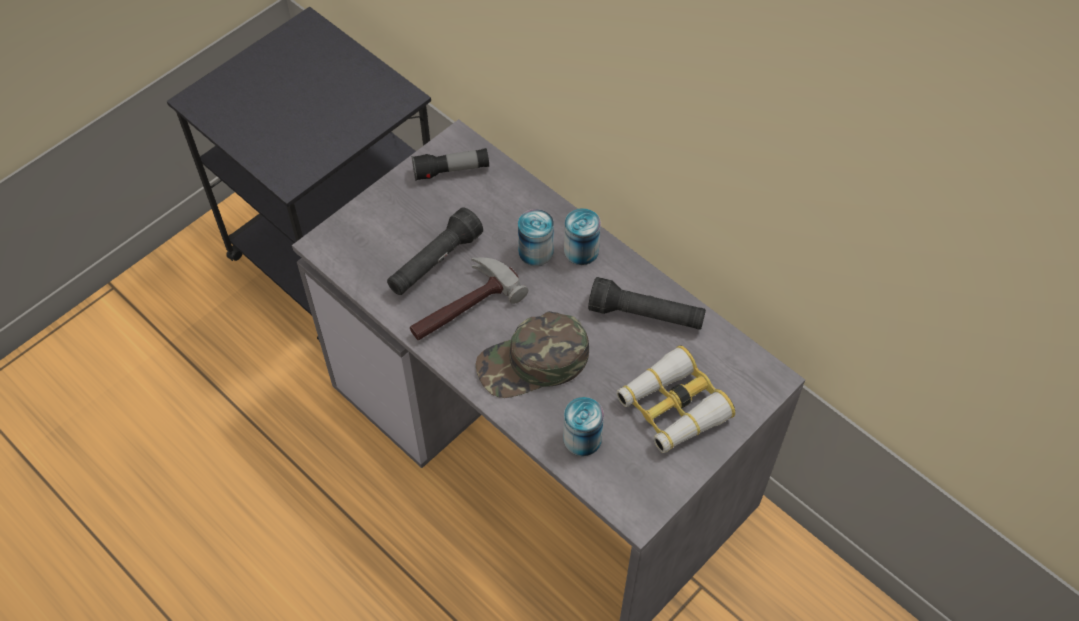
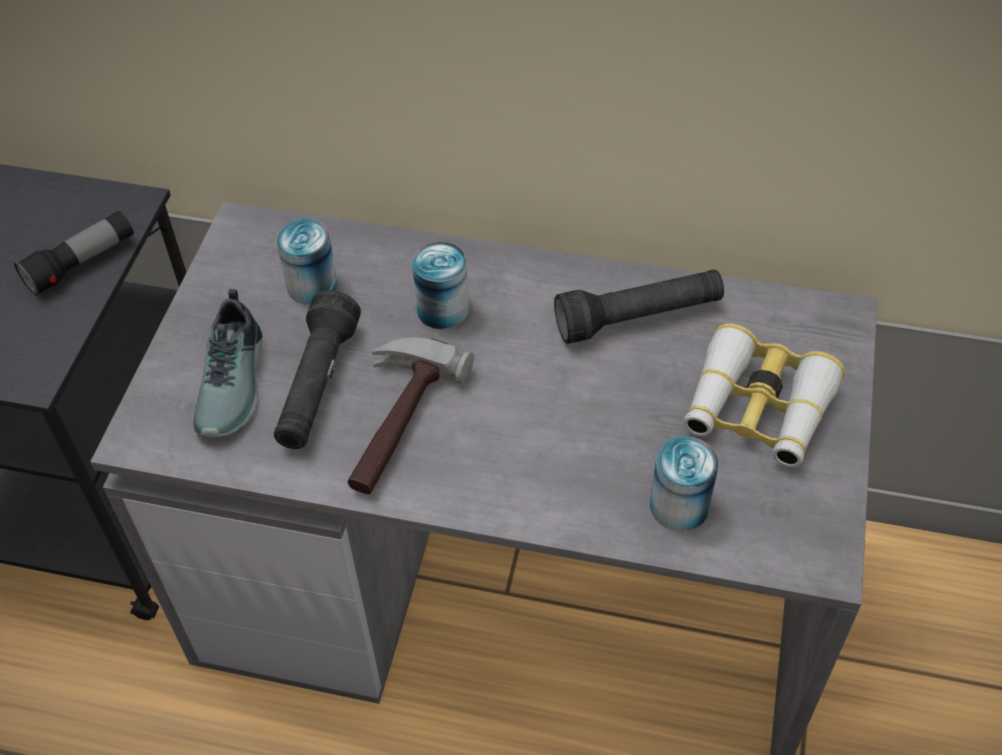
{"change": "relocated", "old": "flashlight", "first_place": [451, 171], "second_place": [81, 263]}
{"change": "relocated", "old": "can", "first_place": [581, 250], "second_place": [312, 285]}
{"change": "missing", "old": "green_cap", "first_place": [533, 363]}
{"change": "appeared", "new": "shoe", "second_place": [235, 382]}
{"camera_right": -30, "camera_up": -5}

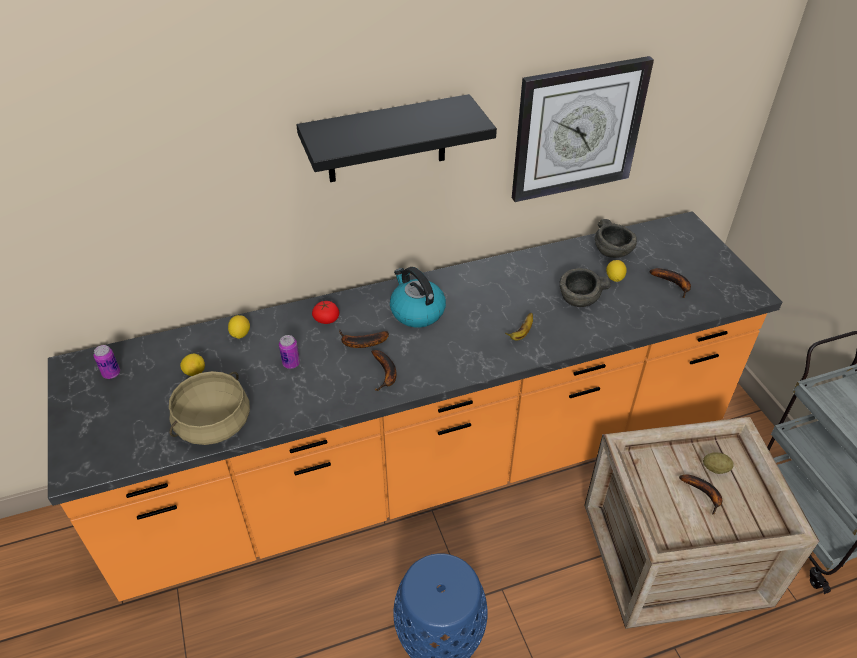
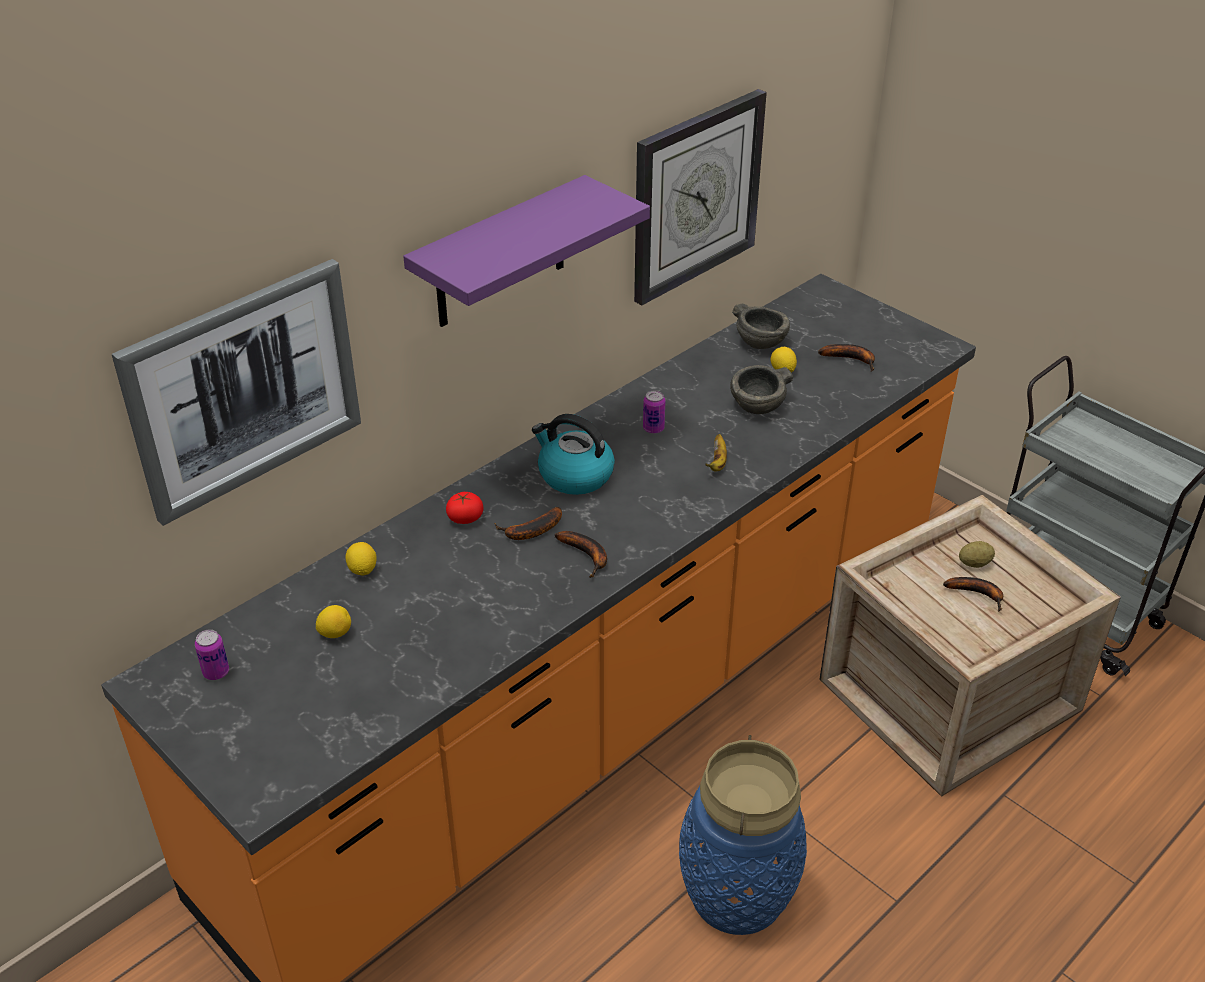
{"change": "colour", "old": "black_shelf", "new": "purple_shelf", "first_place": [386, 140], "second_place": [500, 254]}
{"change": "relocated", "old": "can", "first_place": [291, 363], "second_place": [653, 428]}
{"change": "relocated", "old": "beige_cooking_pot", "first_place": [213, 423], "second_place": [747, 807]}
{"change": "appeared", "new": "picture", "second_place": [244, 389]}
{"camera_right": -25, "camera_up": -5}

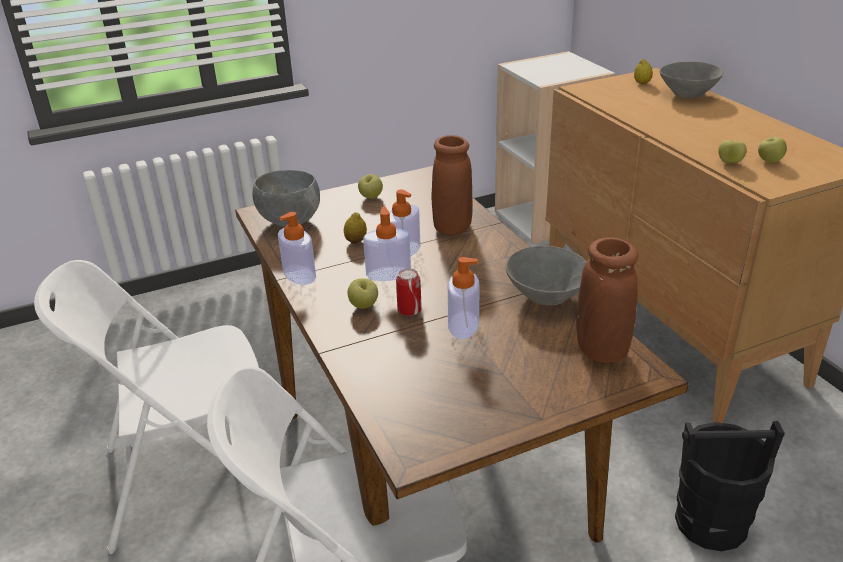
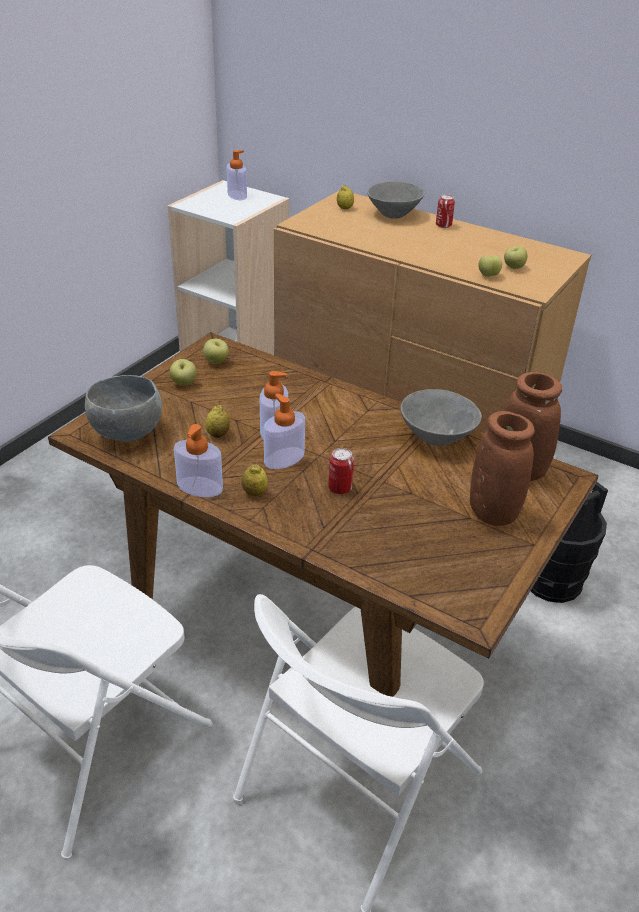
{"change": "relocated", "old": "brown_vase", "first_place": [452, 228], "second_place": [493, 512]}
{"change": "relocated", "old": "soap_dispenser", "first_place": [463, 325], "second_place": [237, 195]}
{"change": "relocated", "old": "apple", "first_place": [363, 306], "second_place": [216, 362]}
{"change": "appeared", "new": "can", "second_place": [443, 225]}
{"change": "appeared", "new": "lemon", "second_place": [254, 492]}
{"camera_right": -35, "camera_up": 5}

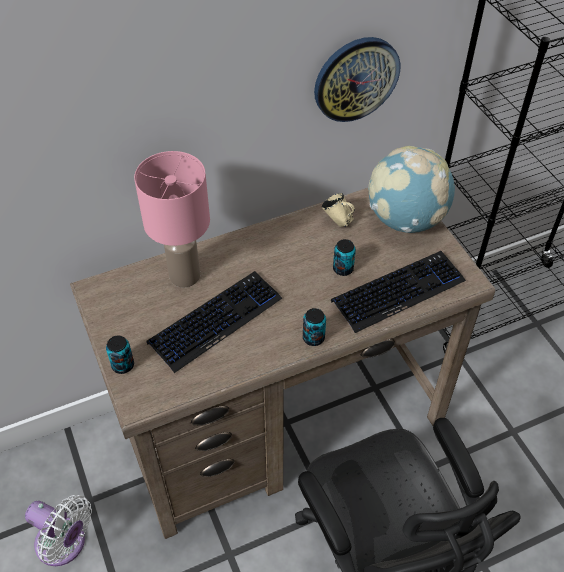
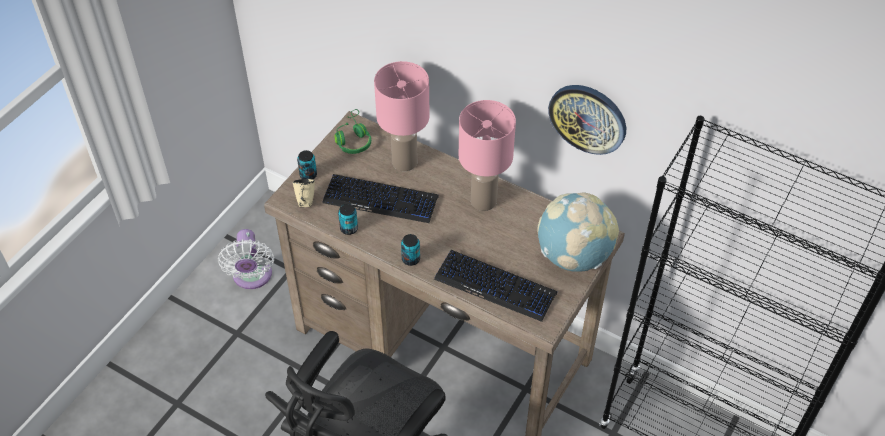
{"change": "relocated", "old": "beige_mug", "first_place": [337, 222], "second_place": [305, 201]}
{"change": "relocated", "old": "can", "first_place": [343, 269], "second_place": [349, 228]}
{"change": "appeared", "new": "pink_table_lamp", "second_place": [484, 201]}
{"change": "appeared", "new": "green_headphones", "second_place": [353, 139]}
{"camera_right": 55, "camera_up": 0}

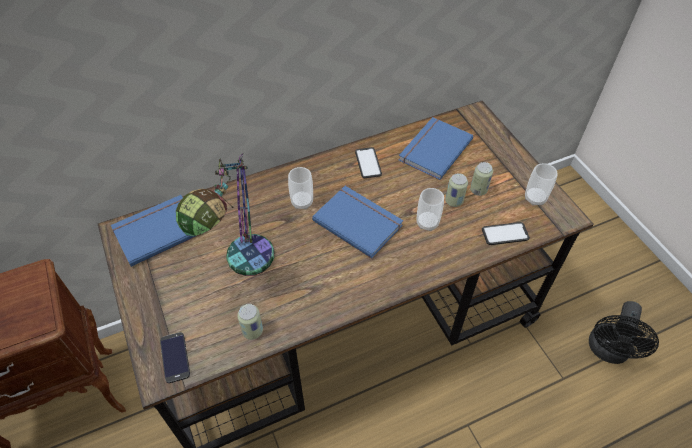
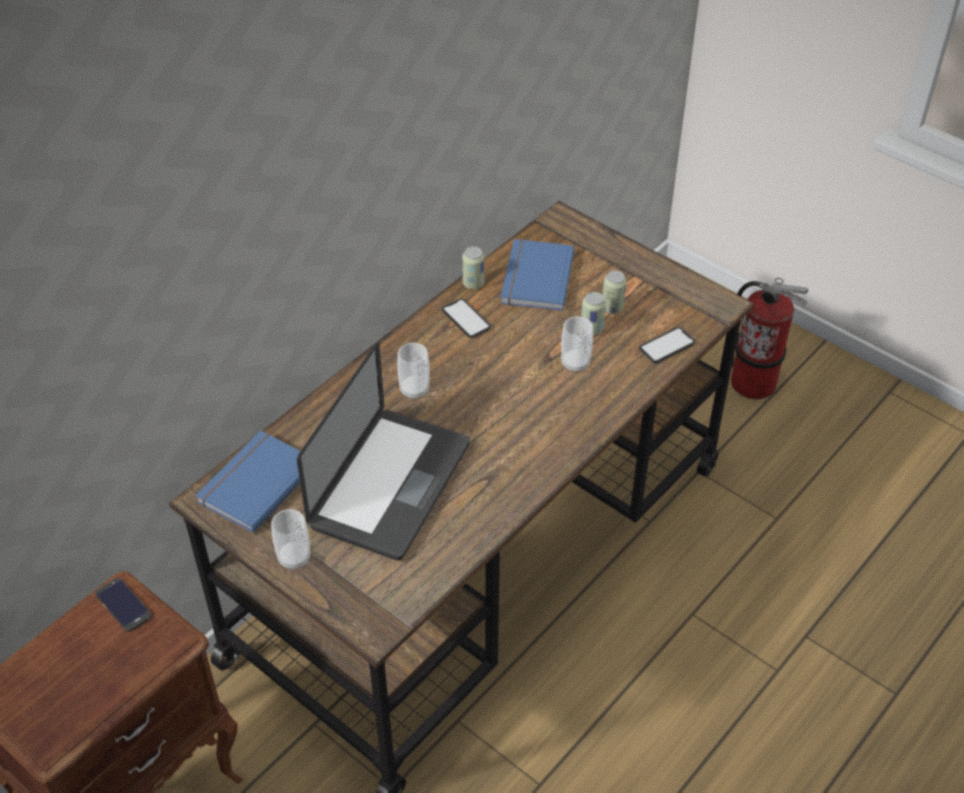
{"change": "exchanged", "old": "table_lamp", "new": "laptop", "first_place": [242, 267], "second_place": [390, 485]}
{"change": "relocated", "old": "cup", "first_place": [535, 198], "second_place": [294, 558]}
{"change": "missing", "old": "blue_book", "first_place": [358, 221]}
{"change": "missing", "old": "black_fan", "first_place": [608, 351]}
{"change": "relocated", "old": "can", "first_place": [252, 331], "second_place": [473, 283]}
{"change": "relocated", "old": "phone", "first_place": [175, 357], "second_place": [123, 605]}
{"change": "appeared", "new": "fire_extinguisher", "second_place": [752, 382]}
{"camera_right": -25, "camera_up": -5}

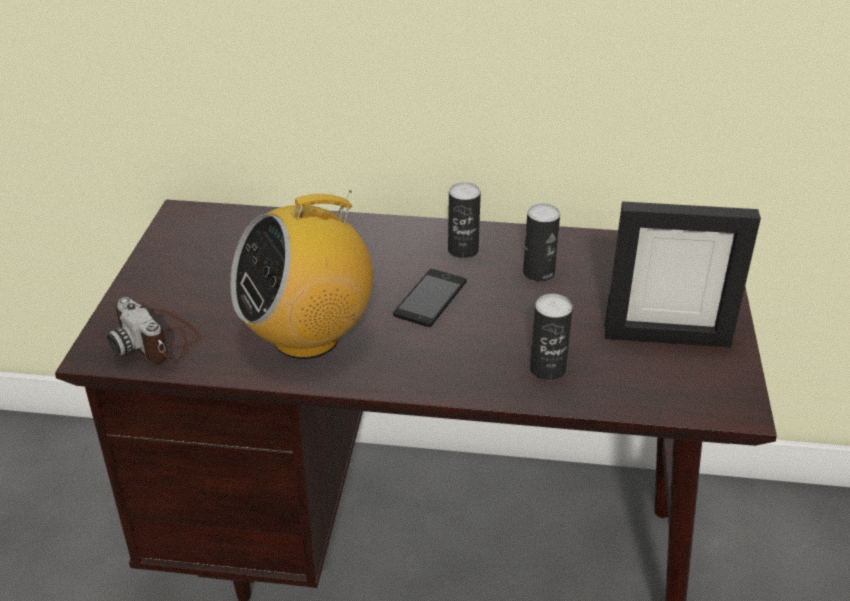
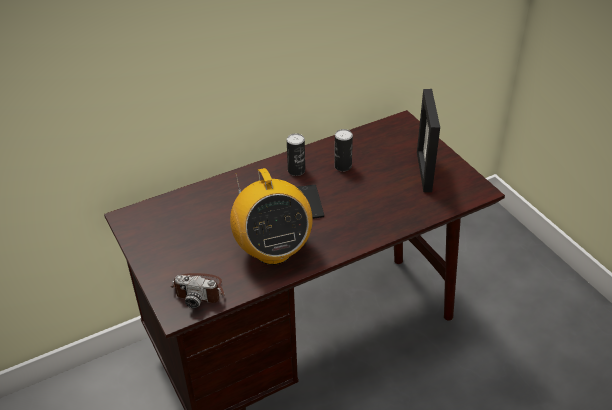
{"change": "spun", "old": "radio", "first_place": [307, 337], "second_place": [273, 250], "degrees": -45}
{"change": "spun", "old": "picture_frame", "first_place": [666, 336], "second_place": [425, 171], "degrees": 120}
{"change": "missing", "old": "can", "first_place": [547, 369]}
{"camera_right": -35, "camera_up": 5}

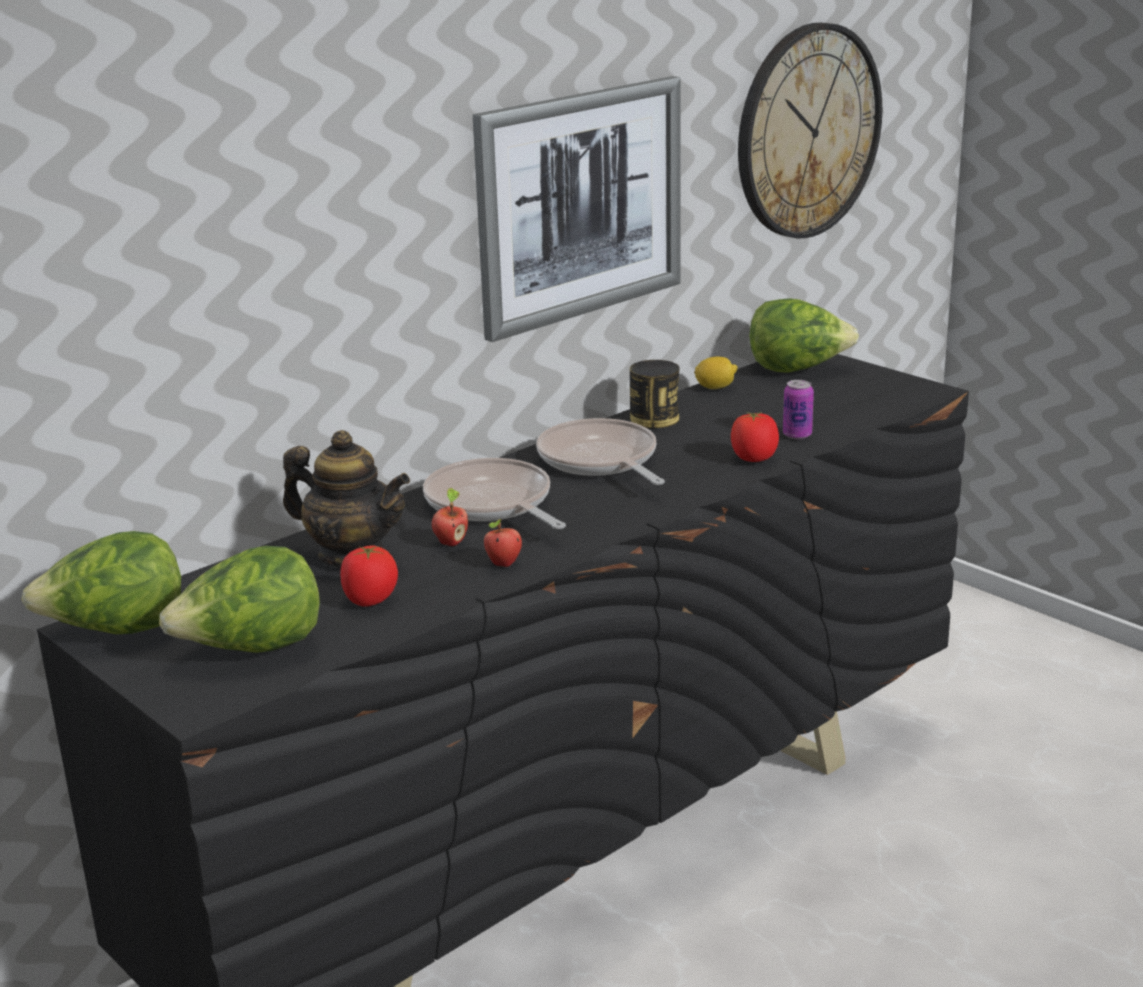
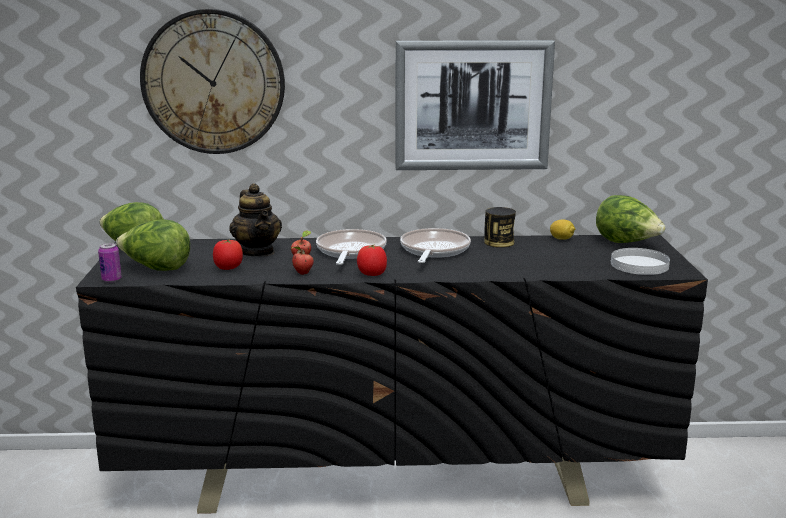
{"change": "relocated", "old": "wall_clock", "first_place": [808, 131], "second_place": [213, 82]}
{"change": "relocated", "old": "can", "first_place": [797, 435], "second_place": [111, 279]}
{"change": "relocated", "old": "tomato", "first_place": [754, 458], "second_place": [372, 274]}
{"change": "appeared", "new": "white_plate", "second_place": [640, 265]}
{"camera_right": 40, "camera_up": -5}

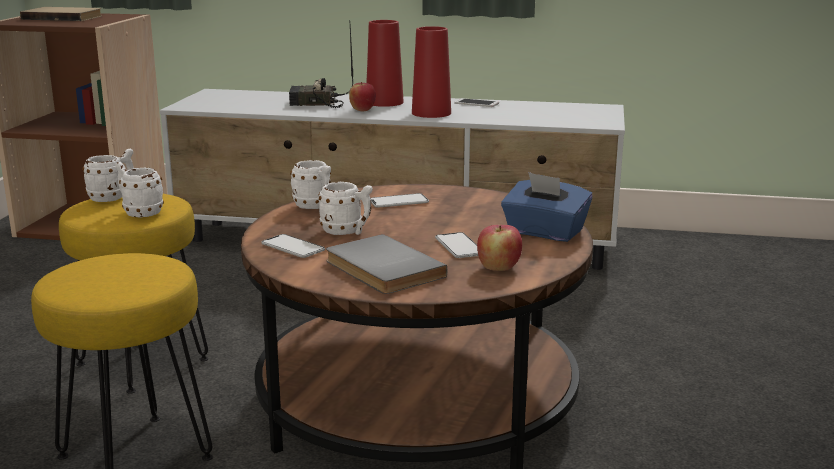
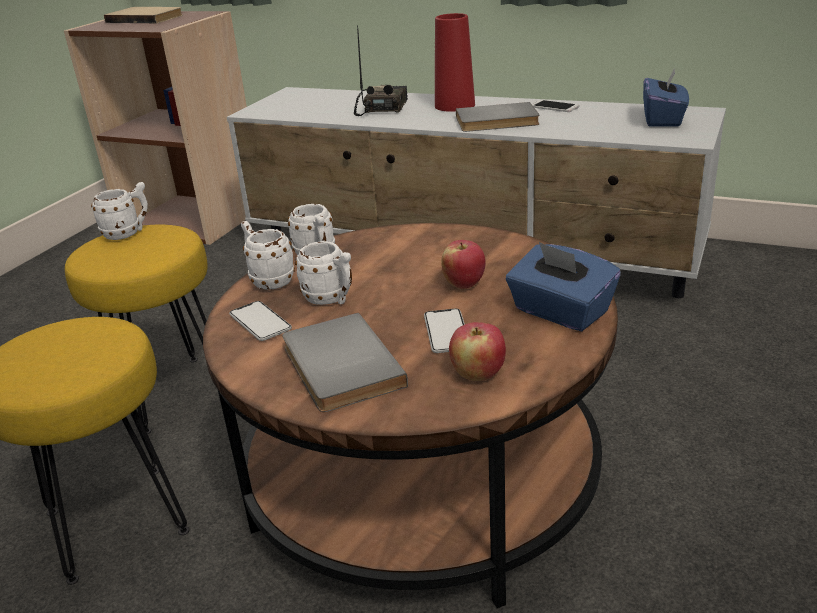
{"change": "spun", "old": "radio", "first_place": [314, 104], "second_place": [381, 108], "degrees": 90}
{"change": "exchanged", "old": "red_vase", "new": "grey_book", "first_place": [431, 113], "second_place": [497, 121]}
{"change": "relocated", "old": "apple", "first_place": [362, 110], "second_place": [463, 284]}
{"change": "relocated", "old": "white_mug", "first_place": [139, 212], "second_place": [268, 280]}
{"change": "missing", "old": "phone", "first_place": [398, 202]}
{"change": "appeared", "new": "blue_tissue_box", "second_place": [663, 119]}
{"camera_right": 15, "camera_up": 10}

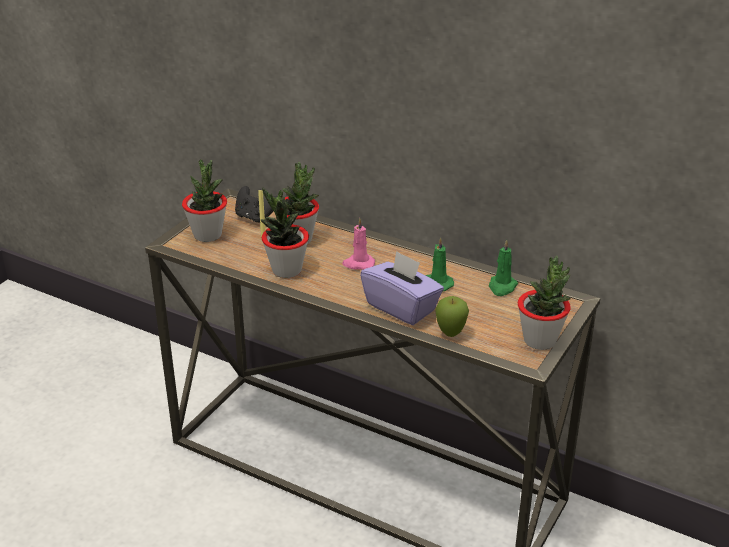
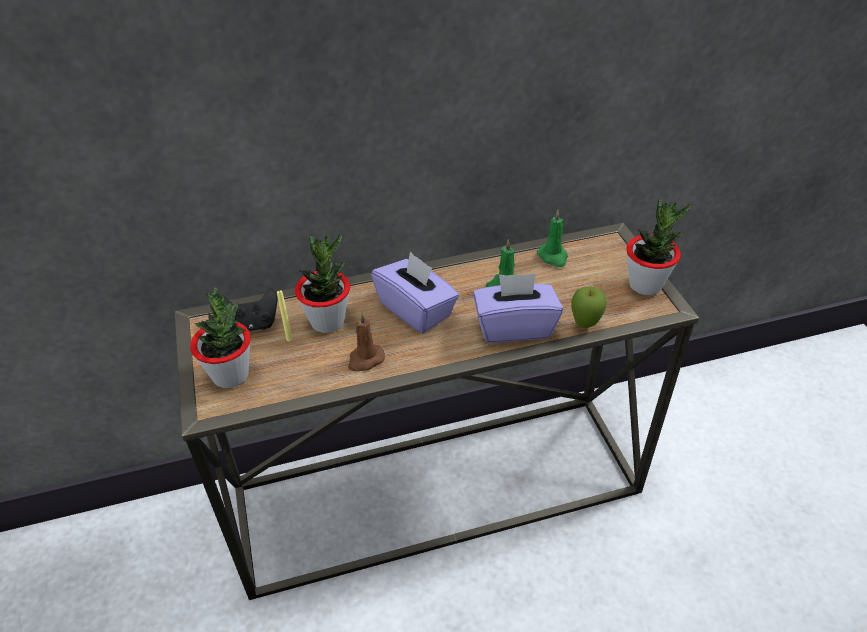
{"change": "exchanged", "old": "potted_plant", "new": "brown_candle", "first_place": [286, 270], "second_place": [365, 359]}
{"change": "exchanged", "old": "pink_candle", "new": "purple_tissue_box", "first_place": [358, 264], "second_place": [416, 310]}
{"camera_right": -45, "camera_up": 10}

